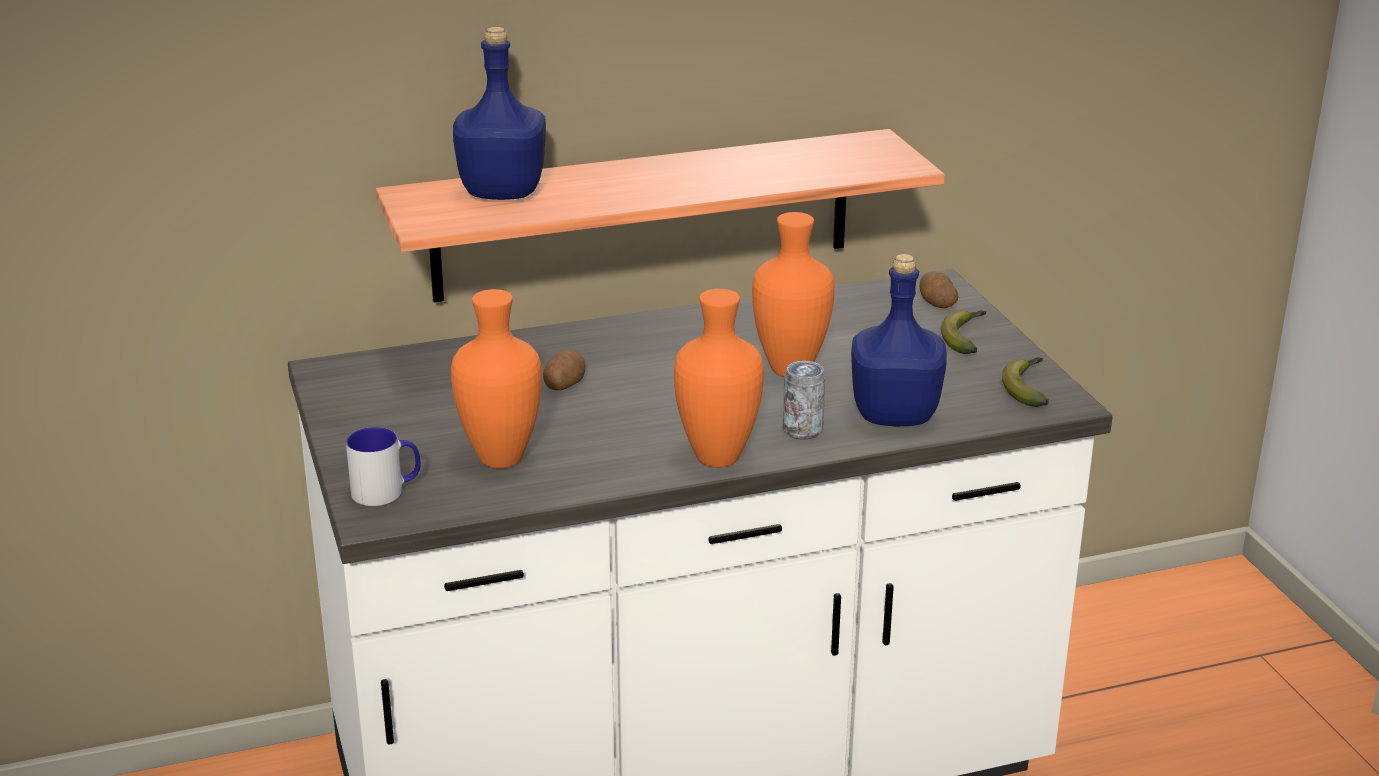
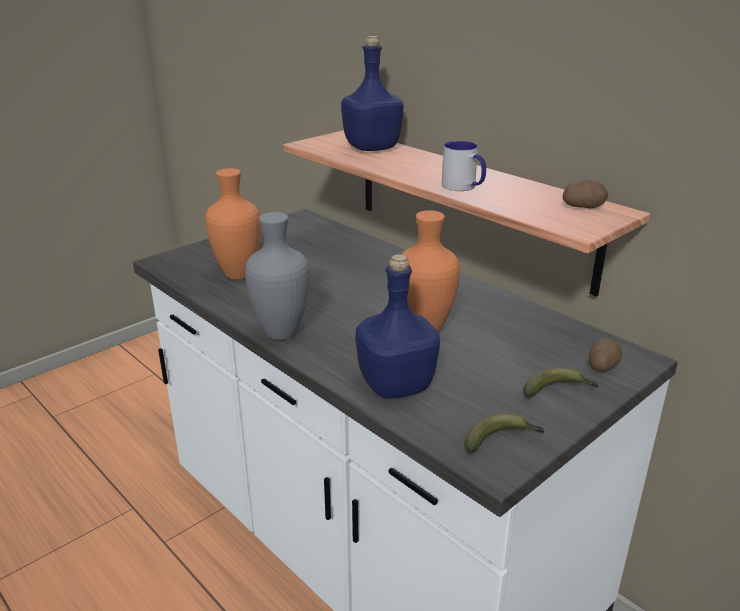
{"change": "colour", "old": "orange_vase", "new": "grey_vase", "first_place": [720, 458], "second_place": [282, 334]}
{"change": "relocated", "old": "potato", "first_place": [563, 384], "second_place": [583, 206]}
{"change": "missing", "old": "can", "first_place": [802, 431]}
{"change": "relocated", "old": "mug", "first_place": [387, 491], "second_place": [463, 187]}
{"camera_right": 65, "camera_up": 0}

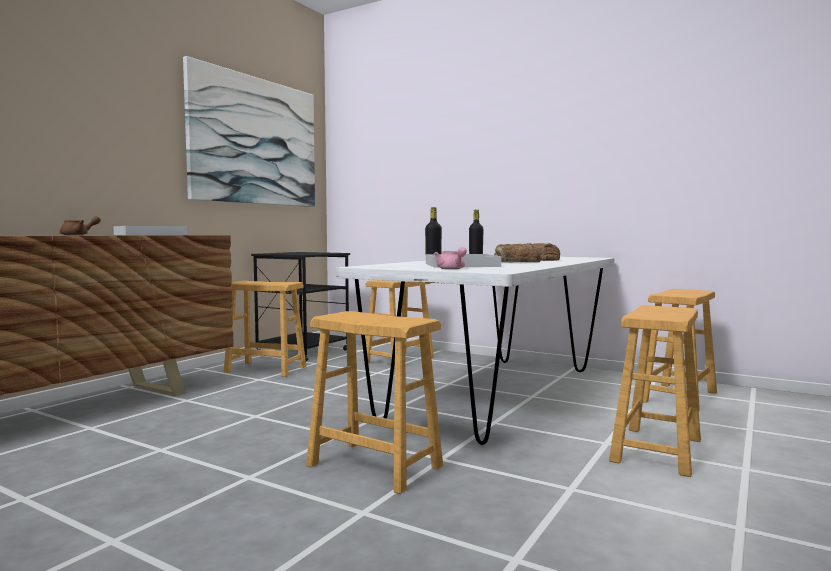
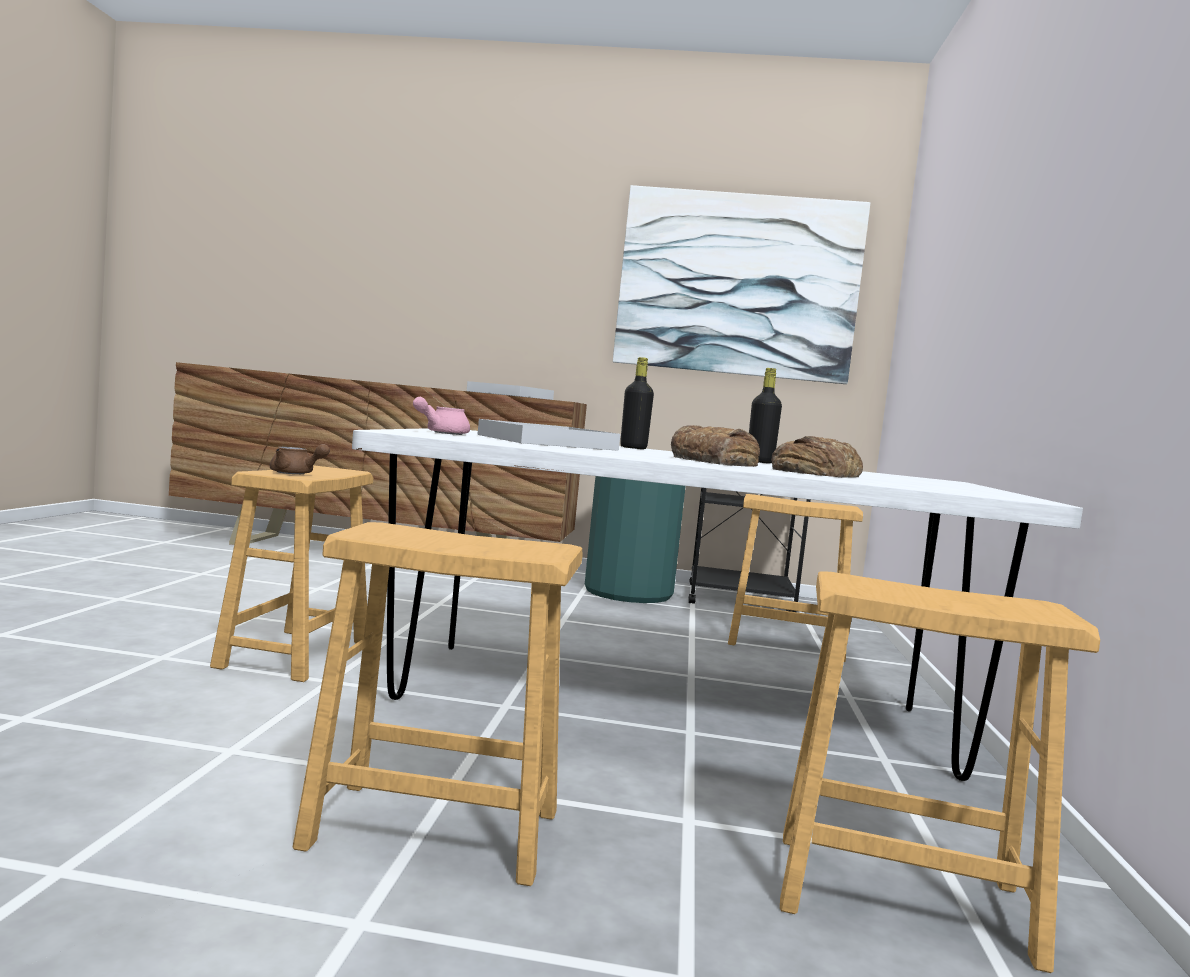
{"change": "relocated", "old": "brown_teapot", "first_place": [79, 235], "second_place": [296, 473]}
{"change": "exchanged", "old": "brown_stool", "new": "green_trash_can", "first_place": [265, 369], "second_place": [628, 592]}
{"camera_right": 65, "camera_up": 0}

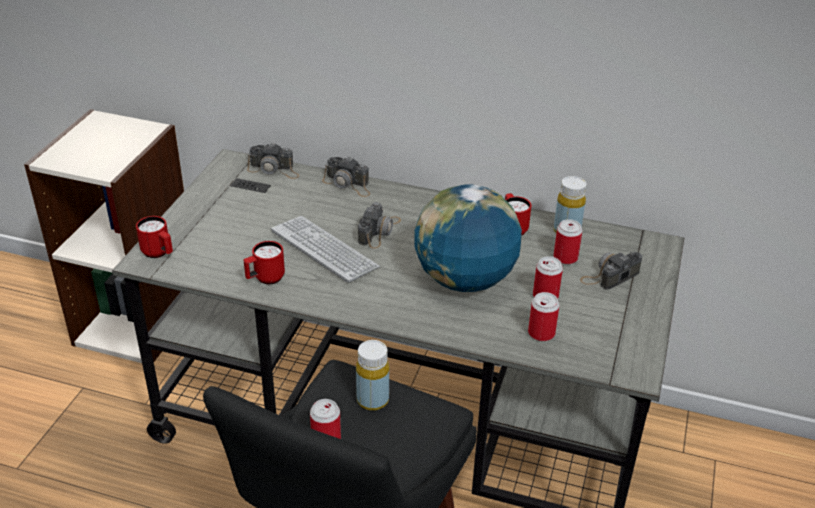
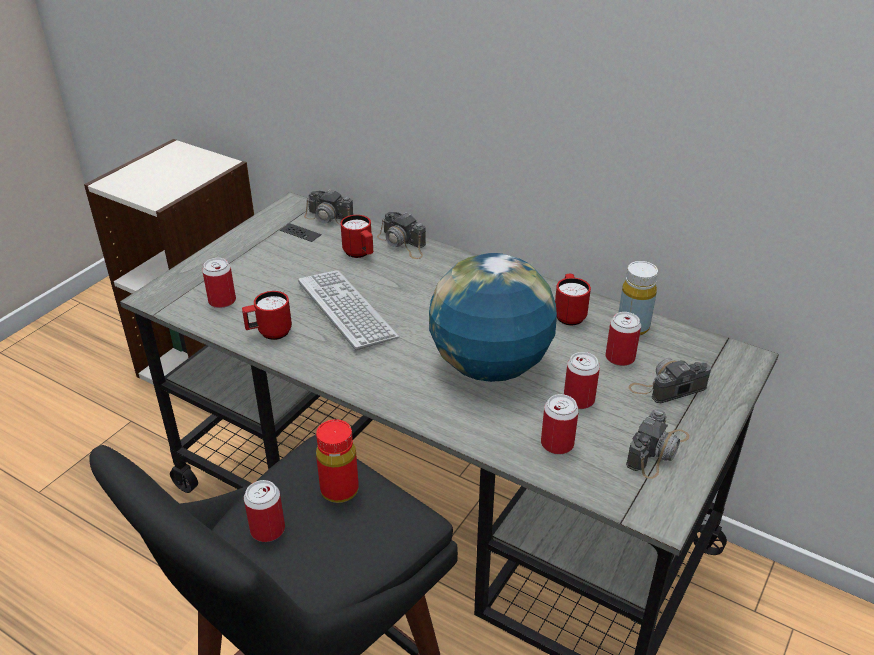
{"change": "relocated", "old": "photo_camera", "first_place": [379, 231], "second_place": [657, 450]}
{"change": "relocated", "old": "red_mug", "first_place": [159, 253], "second_place": [360, 254]}
{"change": "colour", "old": "yellow_bottle", "new": "red_bottle", "first_place": [372, 400], "second_place": [339, 490]}
{"change": "appeared", "new": "can", "second_place": [222, 301]}
{"camera_right": 15, "camera_up": 0}

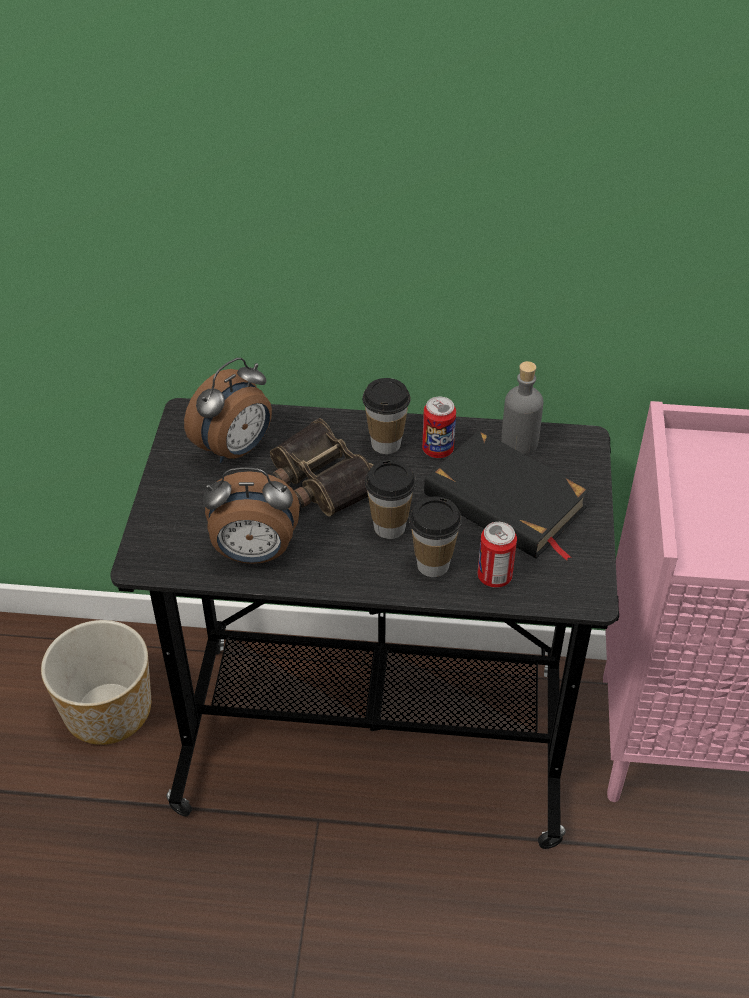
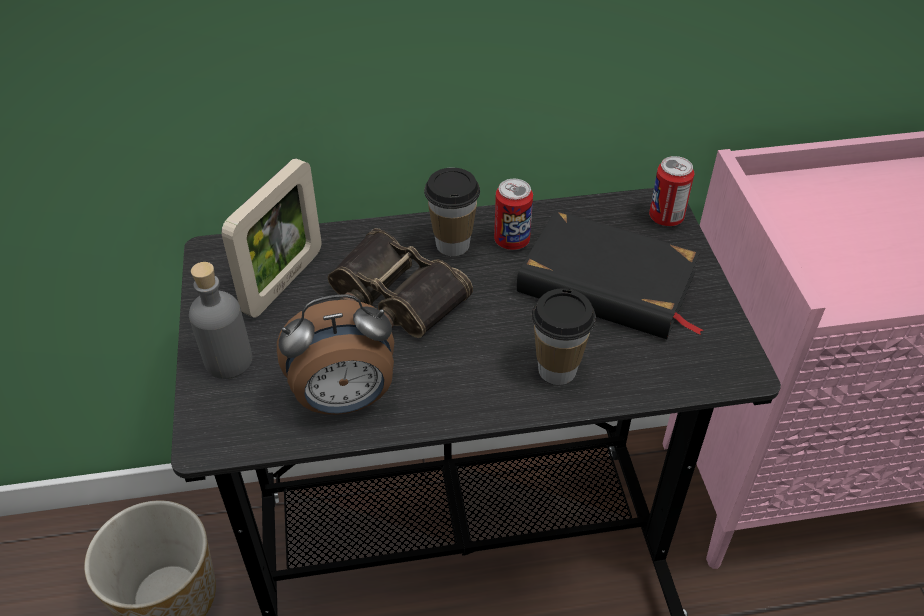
{"change": "exchanged", "old": "alarm_clock", "new": "picture_frame", "first_place": [236, 449], "second_place": [283, 282]}
{"change": "relocated", "old": "grey_bottle", "first_place": [519, 442], "second_place": [228, 361]}
{"change": "missing", "old": "cup", "first_place": [389, 527]}
{"change": "relocated", "old": "can", "first_place": [494, 577], "second_place": [666, 218]}
{"camera_right": -15, "camera_up": 0}

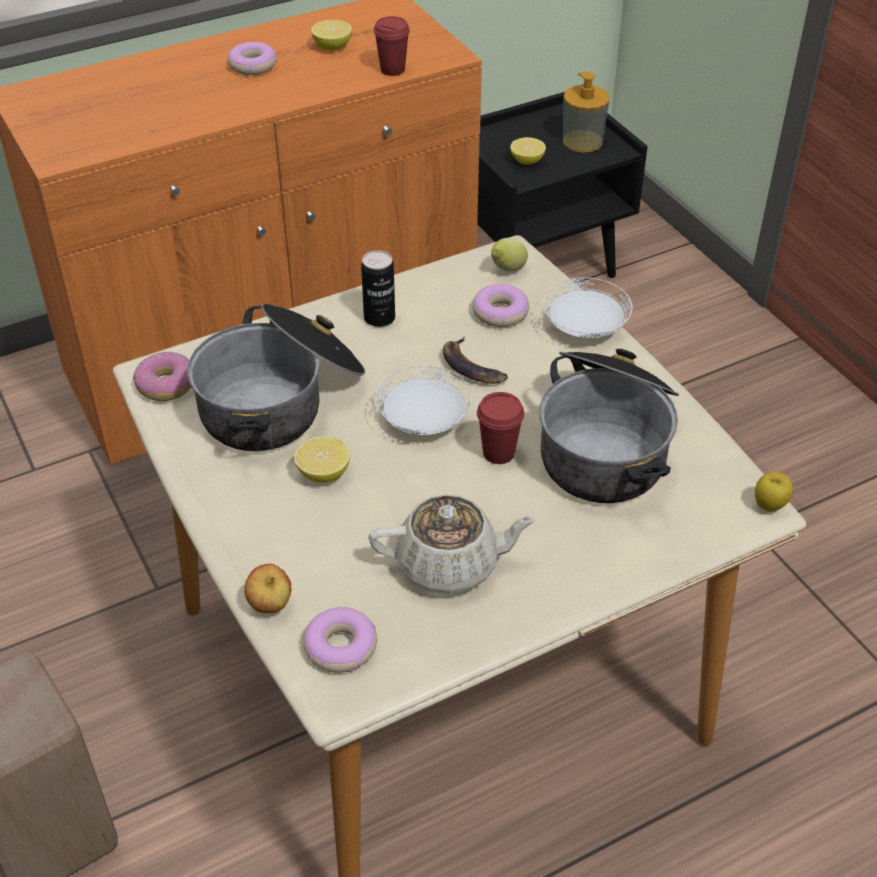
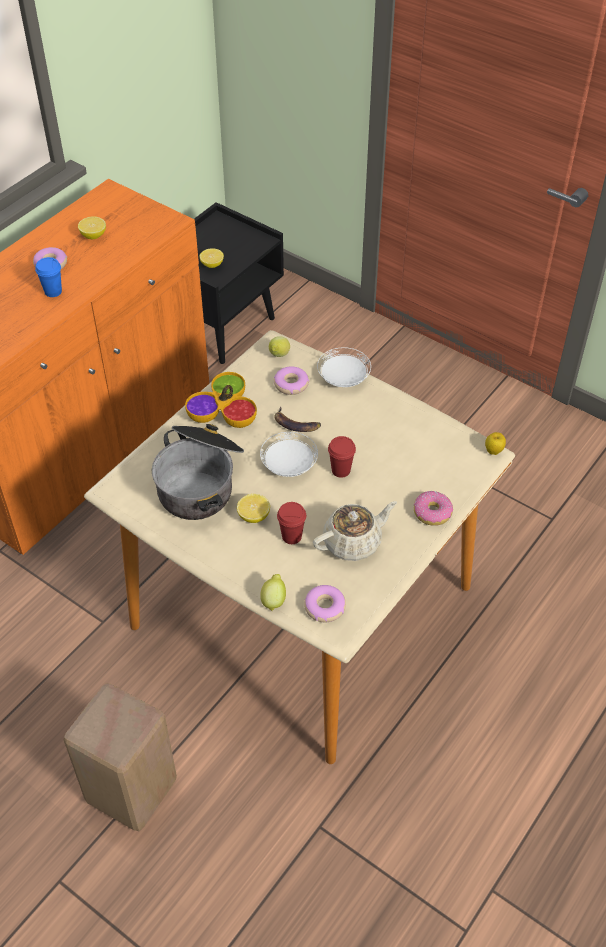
{"change": "relocated", "old": "red_cup", "first_place": [392, 70], "second_place": [291, 536]}
{"change": "missing", "old": "soap_dispenser", "first_place": [582, 141]}
{"change": "exchanged", "old": "can", "new": "bowl", "first_place": [379, 318], "second_place": [224, 411]}
{"change": "missing", "old": "cooking_pot", "first_place": [607, 444]}
{"change": "relocated", "old": "donut", "first_place": [166, 385], "second_place": [432, 513]}
{"change": "exchanged", "old": "apple", "new": "lemon", "first_place": [270, 605], "second_place": [274, 600]}
{"change": "appeared", "new": "blue_cup", "second_place": [53, 291]}
{"camera_right": -25, "camera_up": 5}

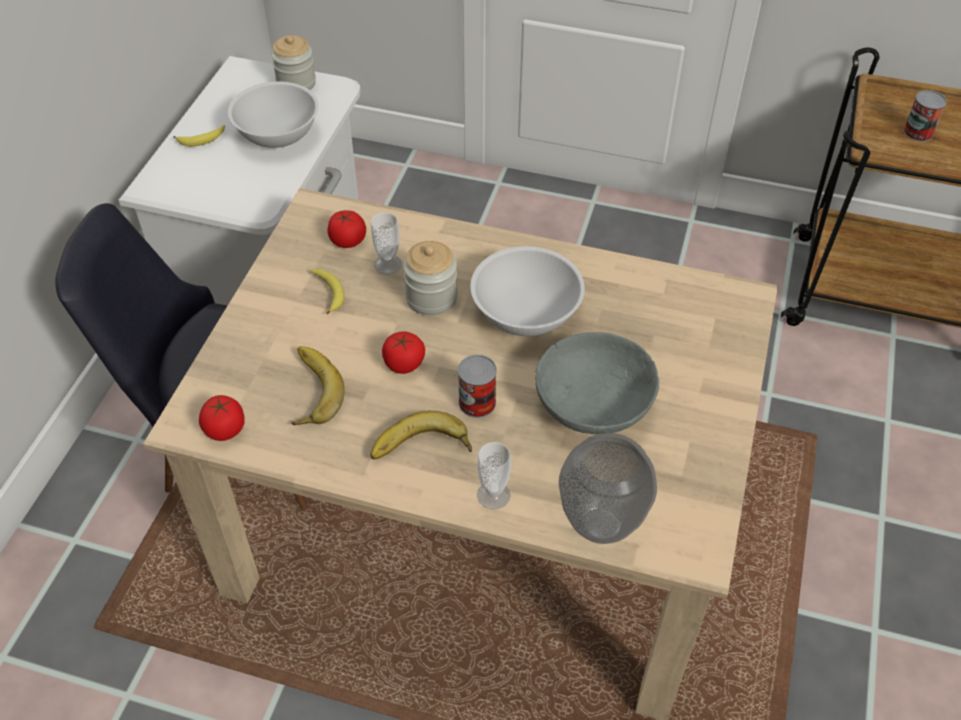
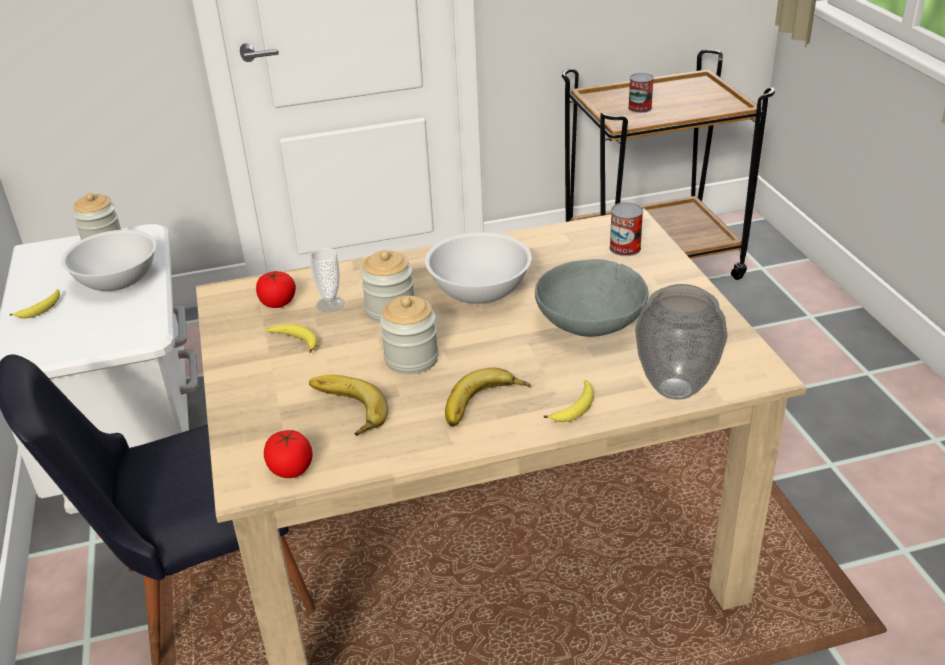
{"change": "exchanged", "old": "tomato", "new": "jar", "first_place": [404, 364], "second_place": [411, 359]}
{"change": "relocated", "old": "can", "first_place": [477, 402], "second_place": [625, 248]}
{"change": "exchanged", "old": "cup", "new": "banana", "first_place": [493, 495], "second_place": [574, 408]}
{"camera_right": -30, "camera_up": -15}

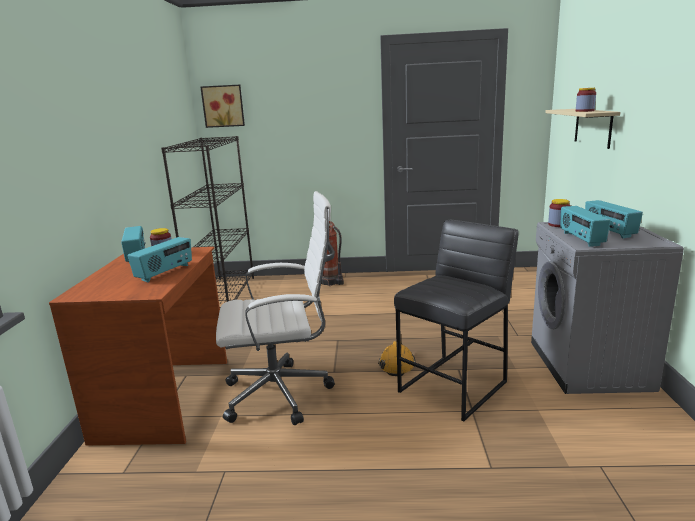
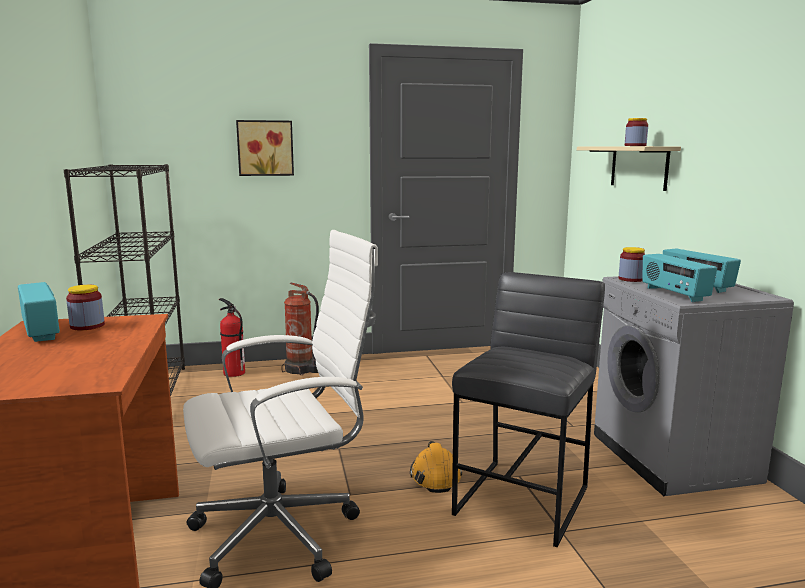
{"change": "relocated", "old": "picture", "first_place": [223, 106], "second_place": [265, 148]}
{"change": "missing", "old": "radio", "first_place": [165, 273]}
{"change": "appeared", "new": "fire_extinguisher", "second_place": [233, 373]}
{"camera_right": -15, "camera_up": -5}

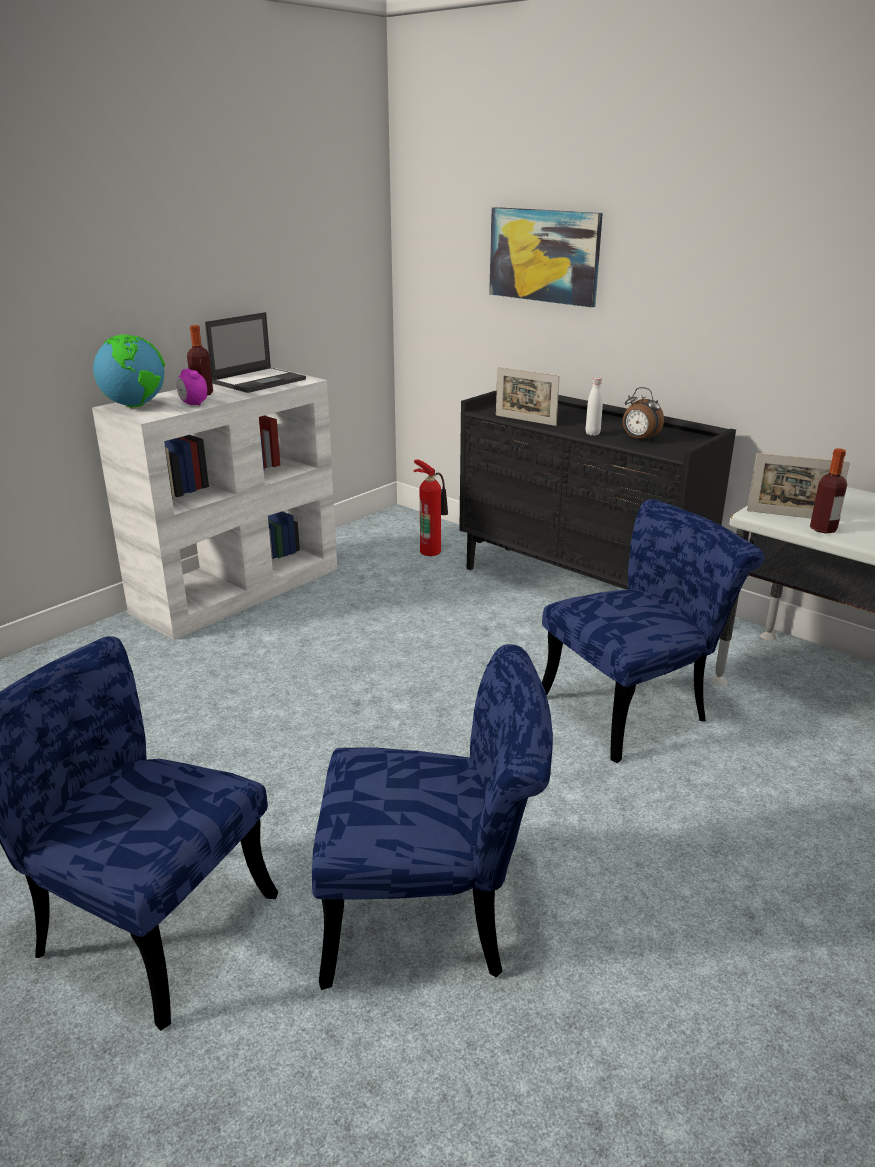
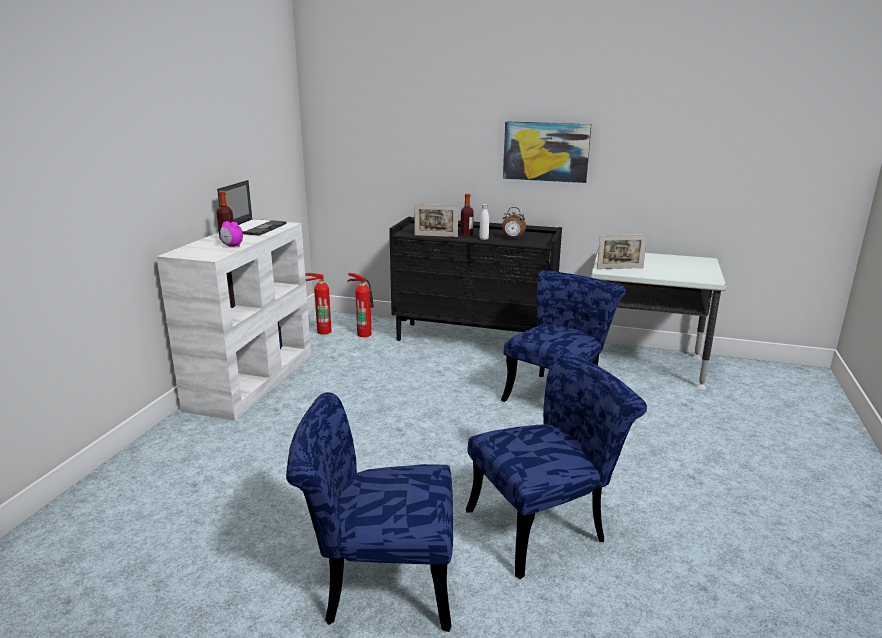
{"change": "relocated", "old": "picture", "first_place": [544, 255], "second_place": [546, 151]}
{"change": "missing", "old": "globe", "first_place": [135, 406]}
{"change": "relocated", "old": "bottle", "first_place": [823, 529], "second_place": [466, 234]}
{"change": "appeared", "new": "fire_extinguisher", "second_place": [323, 331]}
{"camera_right": -25, "camera_up": -5}

